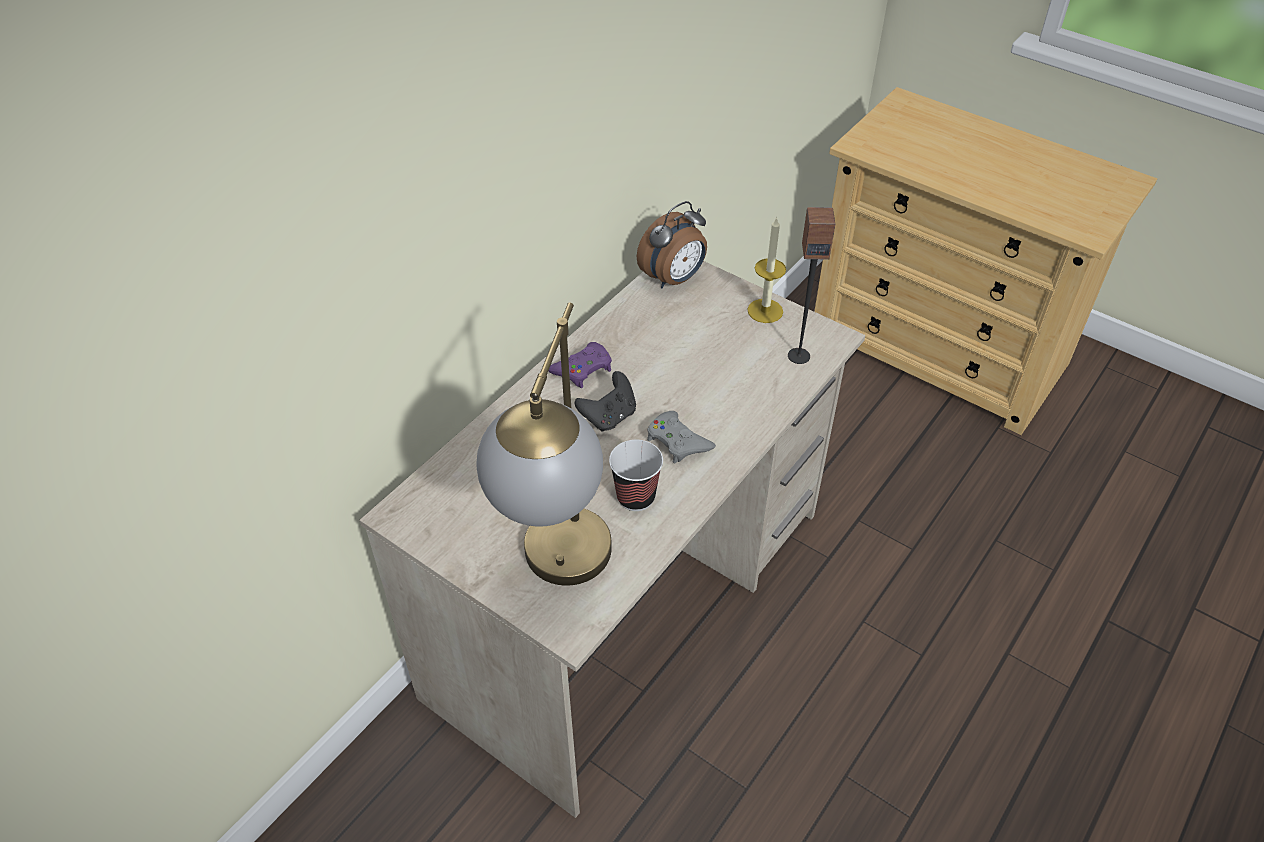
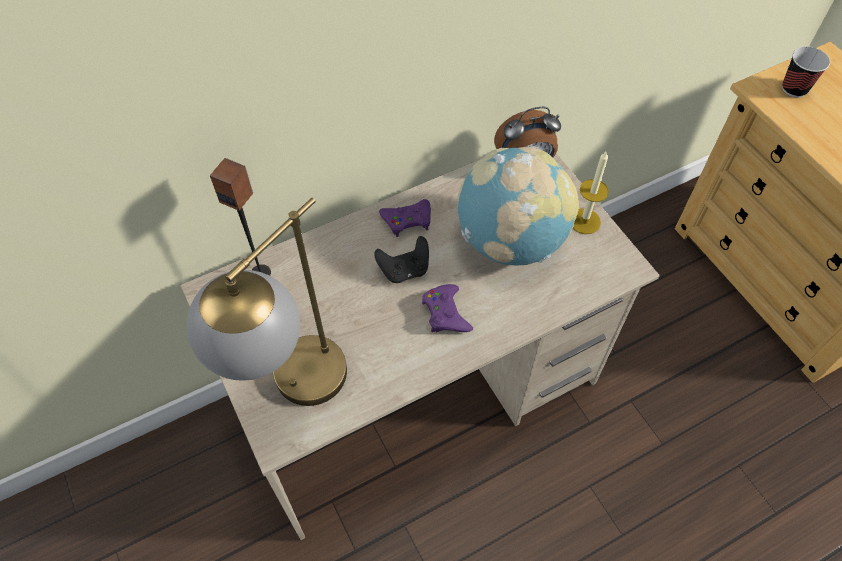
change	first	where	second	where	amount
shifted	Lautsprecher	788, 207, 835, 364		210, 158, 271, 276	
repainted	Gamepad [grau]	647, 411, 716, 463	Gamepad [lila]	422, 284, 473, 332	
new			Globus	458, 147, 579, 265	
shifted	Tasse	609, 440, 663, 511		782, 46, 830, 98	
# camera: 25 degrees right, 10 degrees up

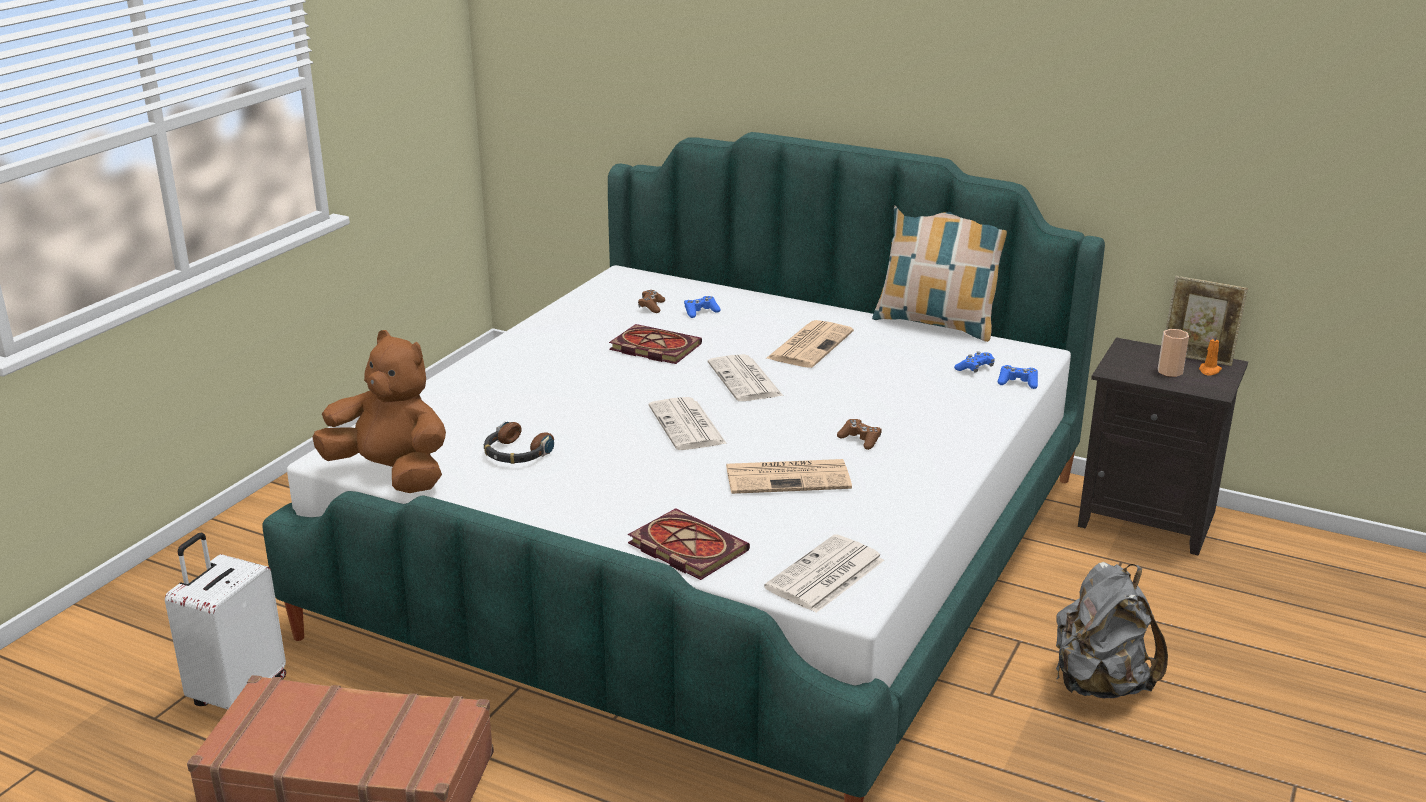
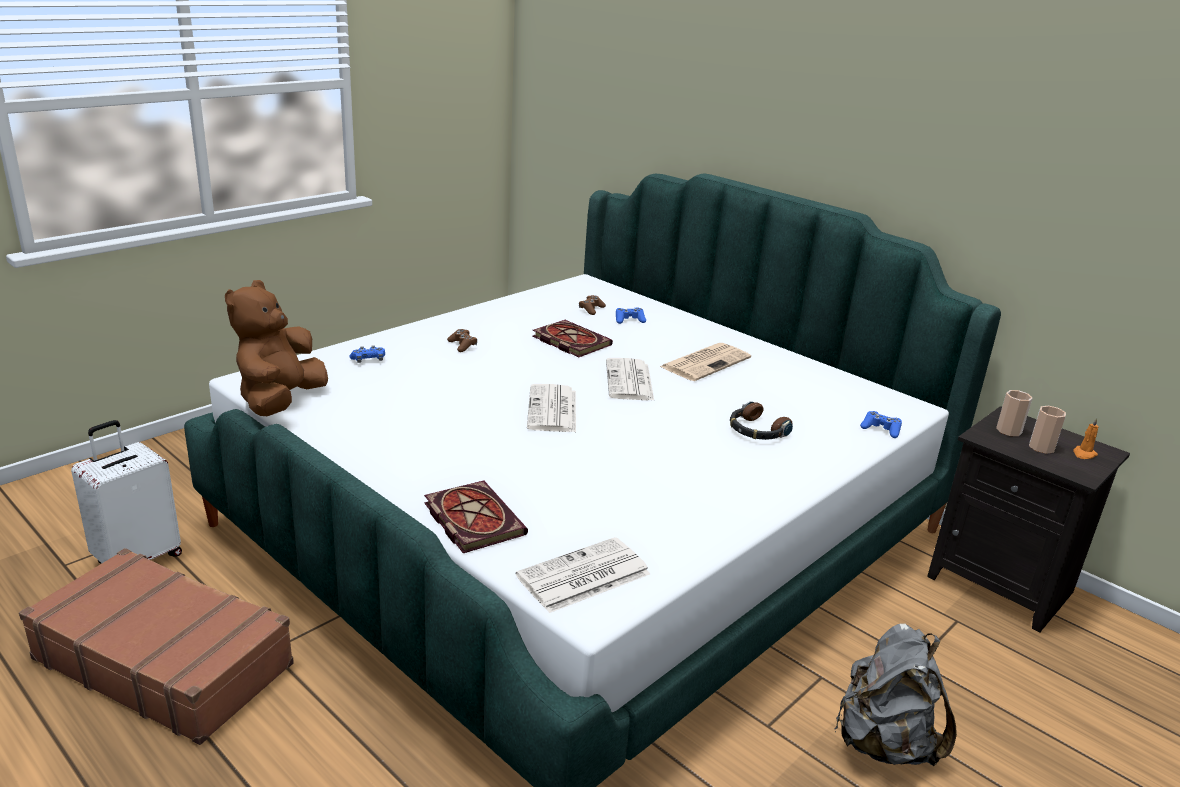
change	first	where	second	where	amount
rotated	Plüschtier [braun]	312, 330, 446, 493		225, 280, 328, 416	120 degrees counterclockwise
shifted	Gamepad [blau]	954, 351, 995, 372		349, 345, 385, 363	
shifted	Gamepad [braun]	837, 419, 882, 450		447, 329, 477, 352	
shifted	Kopfhörer	484, 422, 554, 464		730, 401, 793, 440	
new			Tasse	996, 390, 1033, 436	
gone	Zeitung	726, 459, 852, 494			
gone	Kissen	872, 206, 1007, 342			
gone	Bilderrahmen	1165, 276, 1248, 366			
# camera: 15 degrees right, 0 degrees up

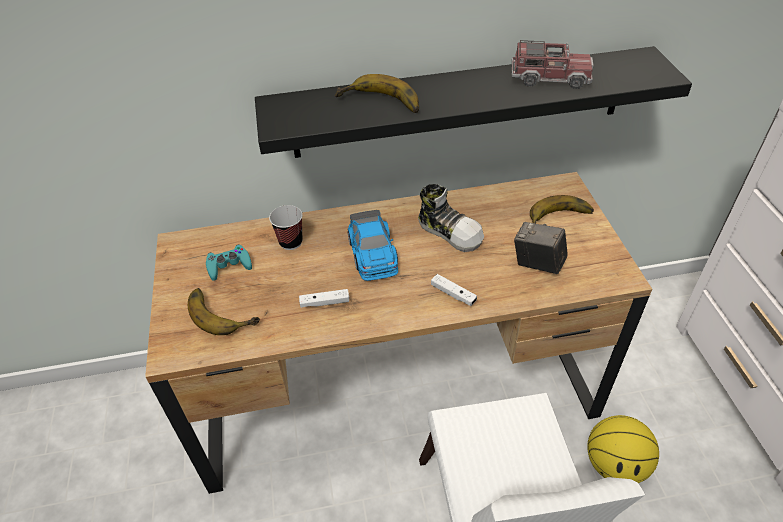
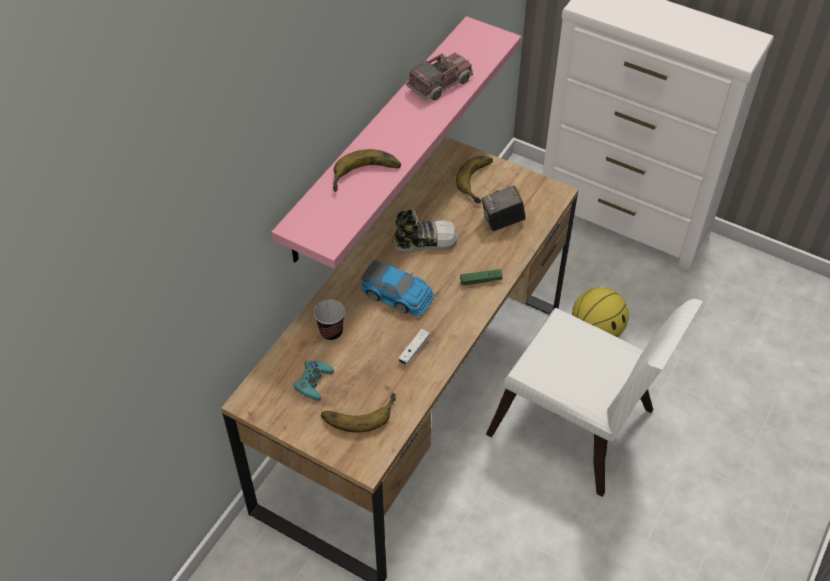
change	first	where	second	where	amount
repainted	Wandregal [schwarz]	255, 46, 692, 158	Wandregal [rosa]	271, 16, 521, 269	
repainted	Gamepad [weiß]	431, 274, 477, 306	Gamepad [grün]	460, 269, 503, 285	
# camera: 50 degrees left, 5 degrees up

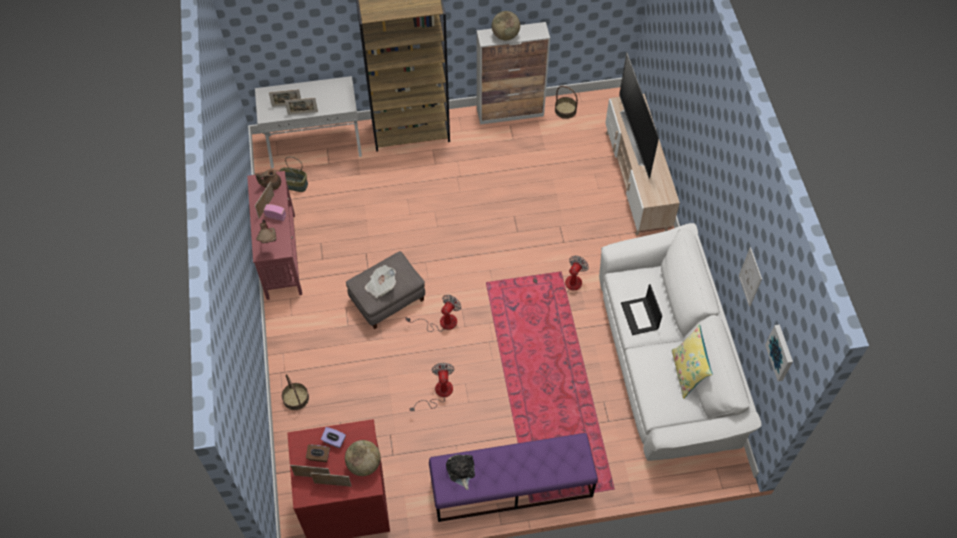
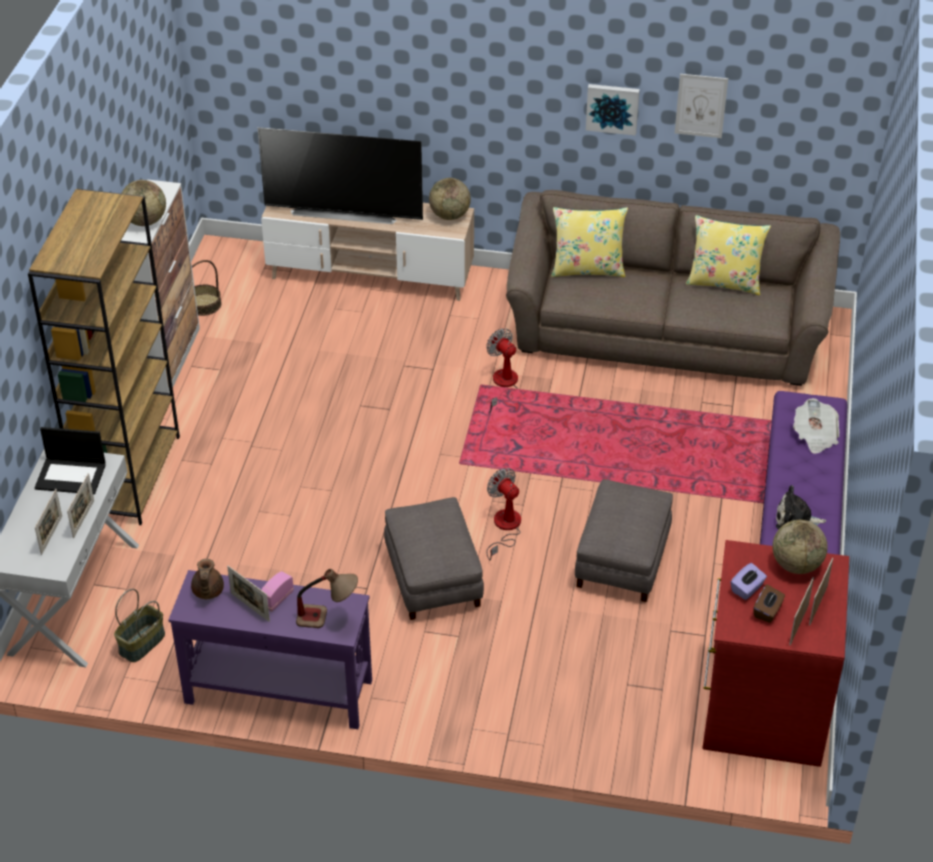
change	first	where	second	where	amount
shifted	Laptop	621, 284, 662, 335		34, 427, 106, 494	
repainted	Konsolentisch [rot]	247, 171, 302, 300	Konsolentisch [lila]	168, 570, 372, 729	
new			Globus	429, 178, 471, 220	
repainted	Sofa [weiß]	599, 223, 762, 461	Sofa [braun]	506, 190, 840, 386	
new			Kissen [gelb]	551, 207, 628, 277	
swapped	Ventilator	409, 363, 455, 411	Polsterhocker [grau]	575, 479, 673, 602	
shifted	Bild	765, 325, 793, 381		586, 84, 640, 136	
shifted	Zeitung	365, 265, 396, 298		793, 398, 839, 454	
gone	Korb	282, 374, 309, 410			
# camera: 70 degrees left, 15 degrees down

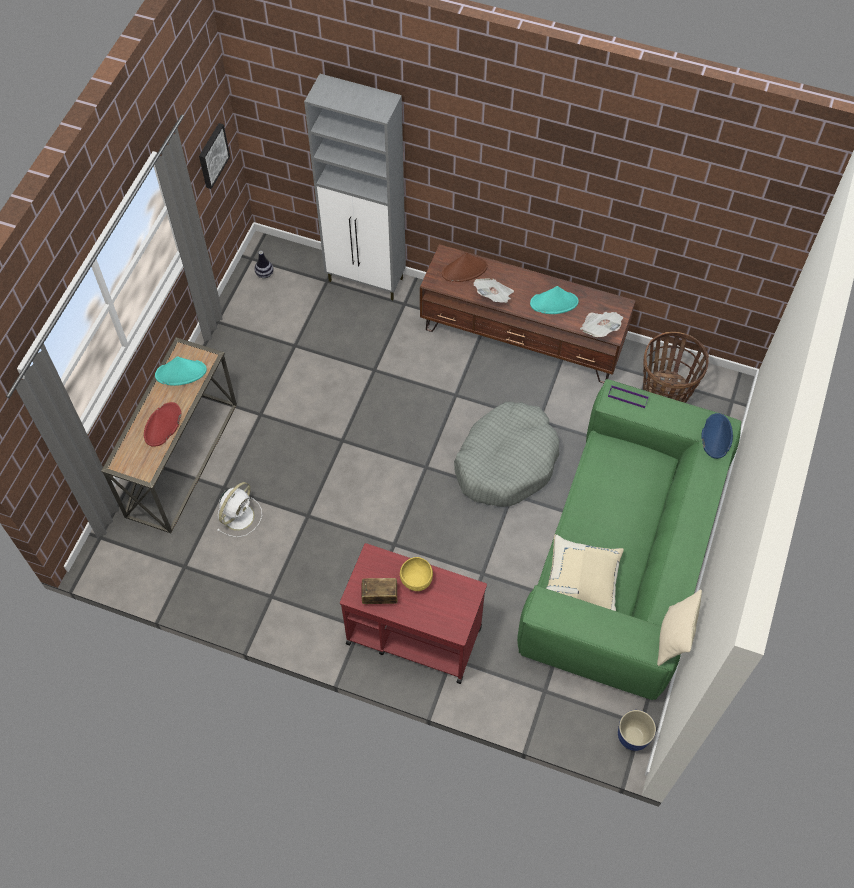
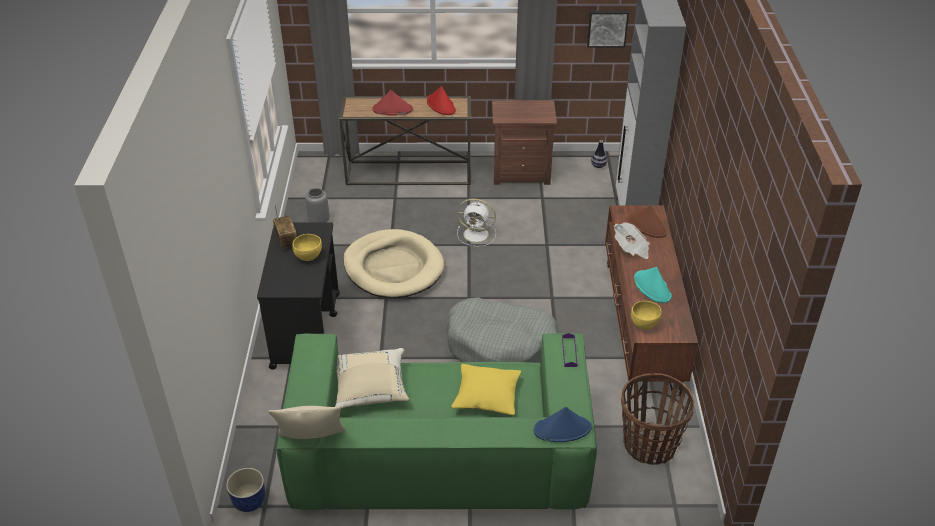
change	first	where	second	where	amount
repainted	Rollwagen [rot]	340, 543, 487, 684	Rollwagen [schwarz]	257, 223, 340, 369	
new			Vase [grau]	305, 188, 329, 223	
new			Hundebett [beige]	343, 229, 444, 298	
repainted	Hut [türkis]	155, 356, 207, 386	Hut [rot]	427, 86, 456, 115	
new			Kissen [gelb]	451, 364, 521, 415	
shifted	Ventilator [weiß]	217, 482, 262, 537		457, 198, 496, 247	
new			Nachttisch [braun]	492, 100, 557, 185	
swapped	Zeitung	580, 312, 623, 337	Schüssel [gelb]	631, 301, 662, 330	
# camera: 70 degrees right, 20 degrees down

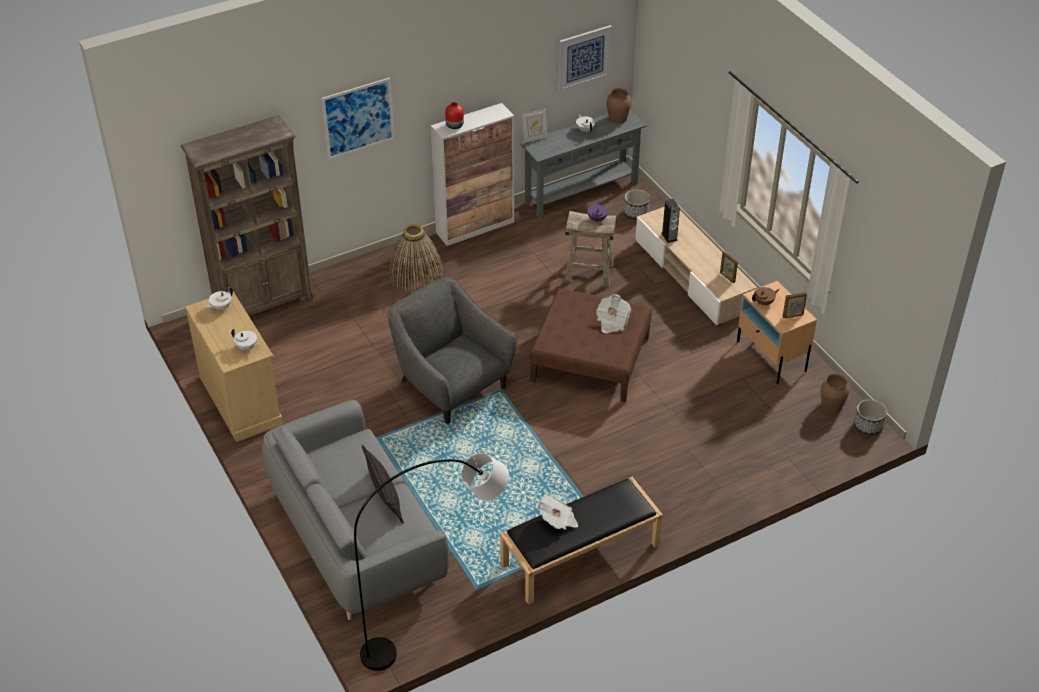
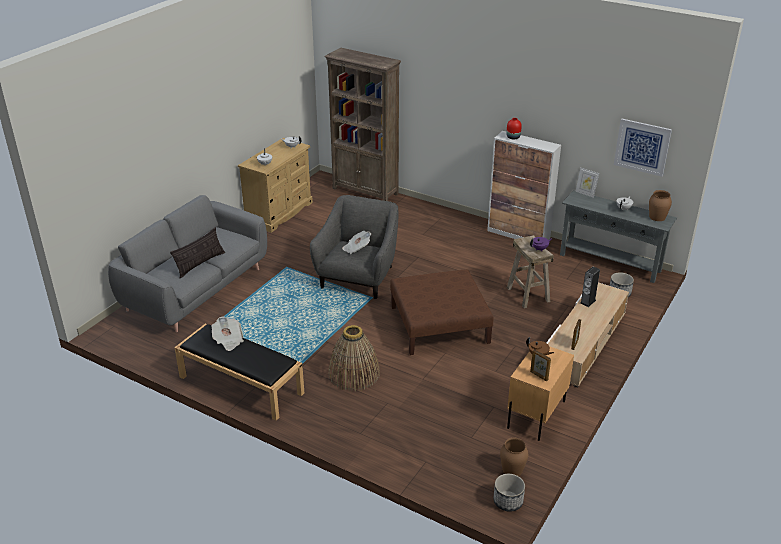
change	first	where	second	where	amount
shifted	Korb	389, 224, 443, 292		328, 325, 380, 391	
shifted	Zeitung	596, 294, 631, 333		342, 231, 371, 254	
gone	Bild	321, 77, 395, 160			
gone	Stehlampe [grau]	354, 453, 509, 671			
# camera: 60 degrees right, 10 degrees down

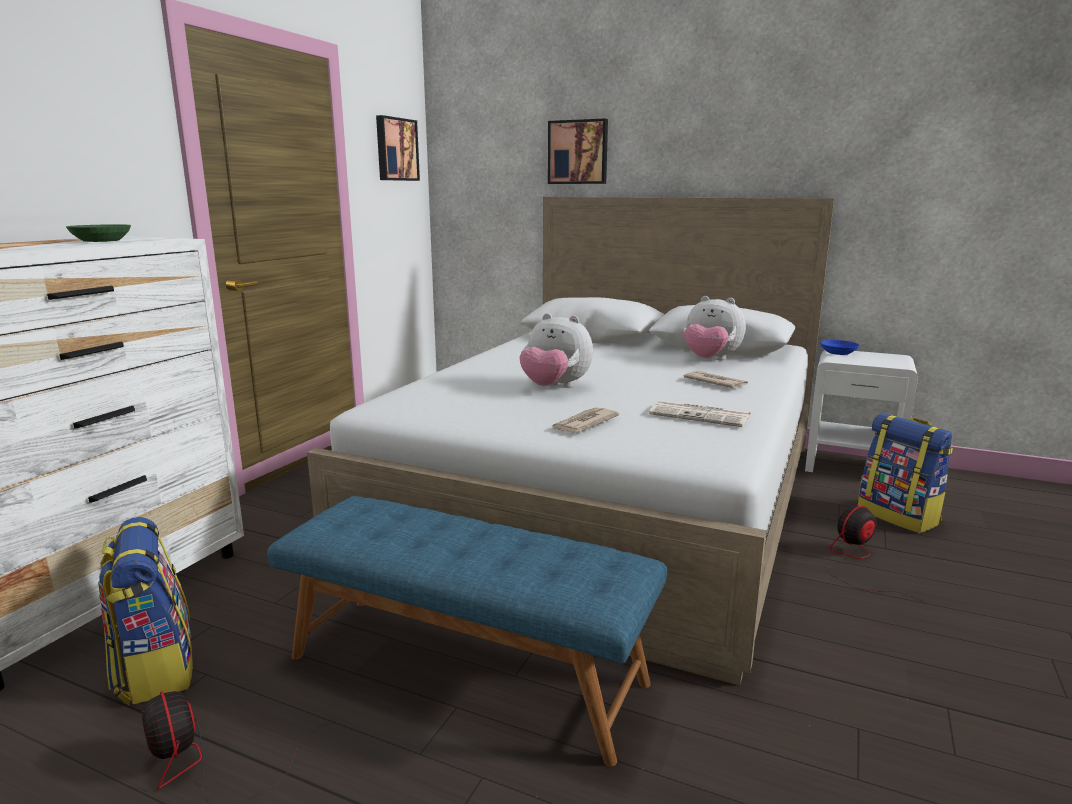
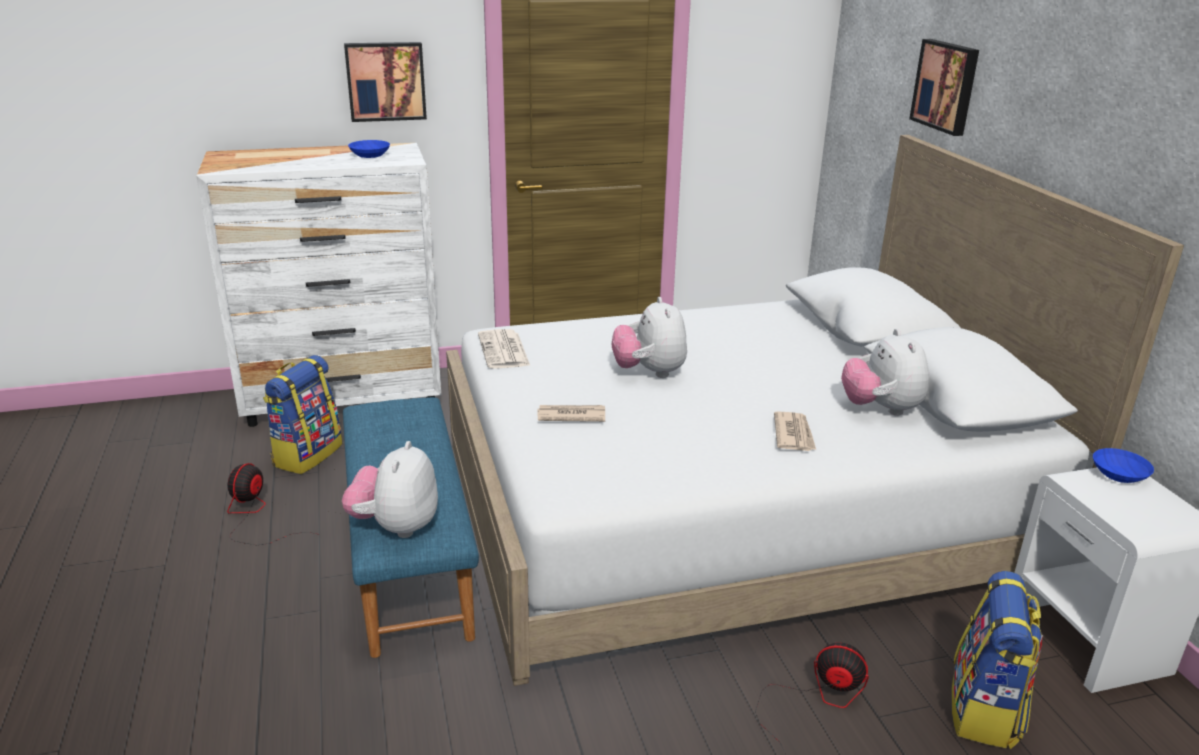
change	first	where	second	where	amount
new			Plüschtier	342, 441, 438, 538	
shifted	Bild	376, 115, 420, 181		344, 42, 427, 122	
repainted	Schüssel [grün]	66, 224, 131, 242	Schüssel [blau]	348, 140, 390, 158	
shifted	Zeitung	649, 400, 750, 427		478, 329, 530, 369	
# camera: 50 degrees right, 10 degrees up

